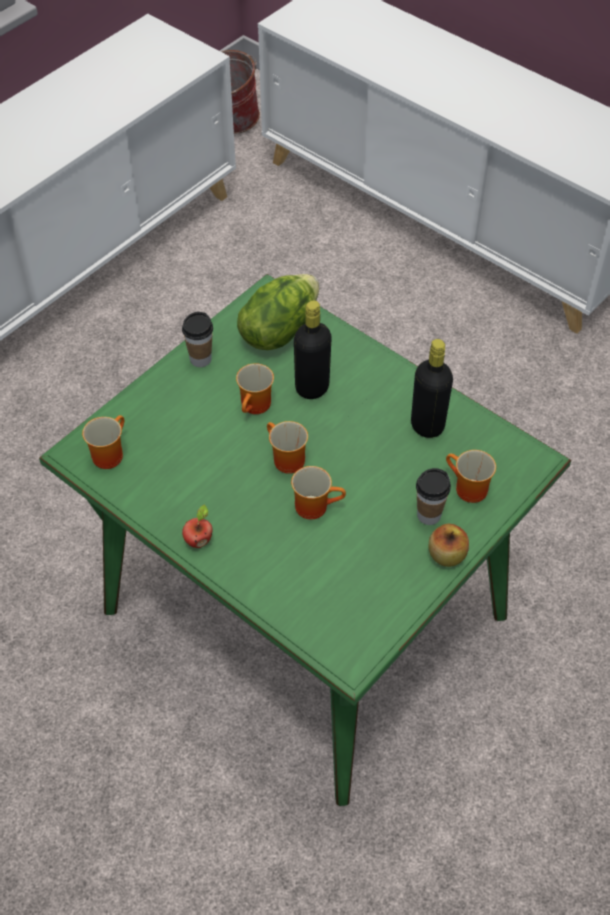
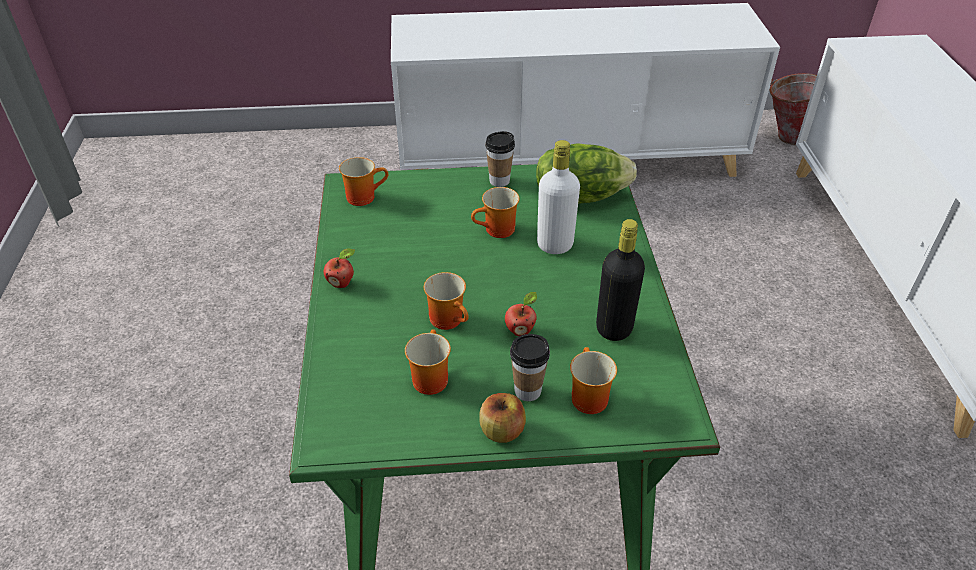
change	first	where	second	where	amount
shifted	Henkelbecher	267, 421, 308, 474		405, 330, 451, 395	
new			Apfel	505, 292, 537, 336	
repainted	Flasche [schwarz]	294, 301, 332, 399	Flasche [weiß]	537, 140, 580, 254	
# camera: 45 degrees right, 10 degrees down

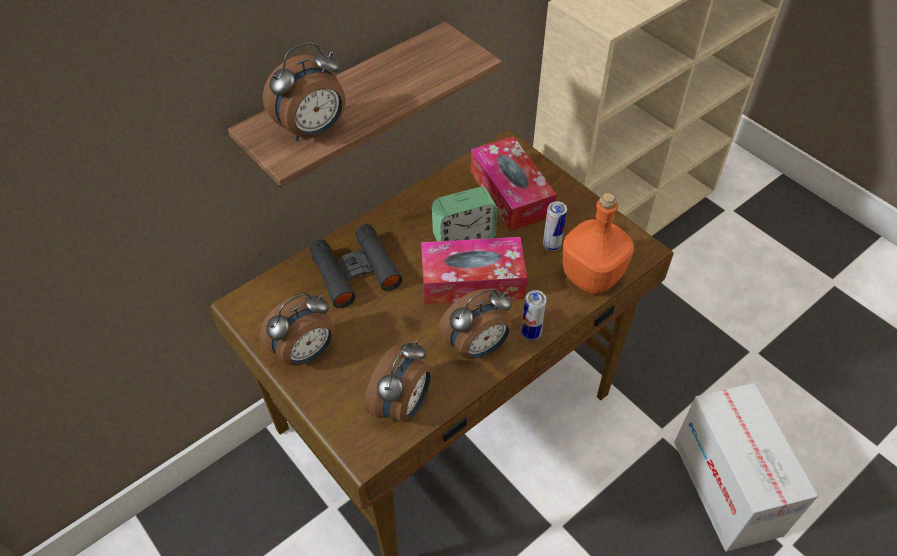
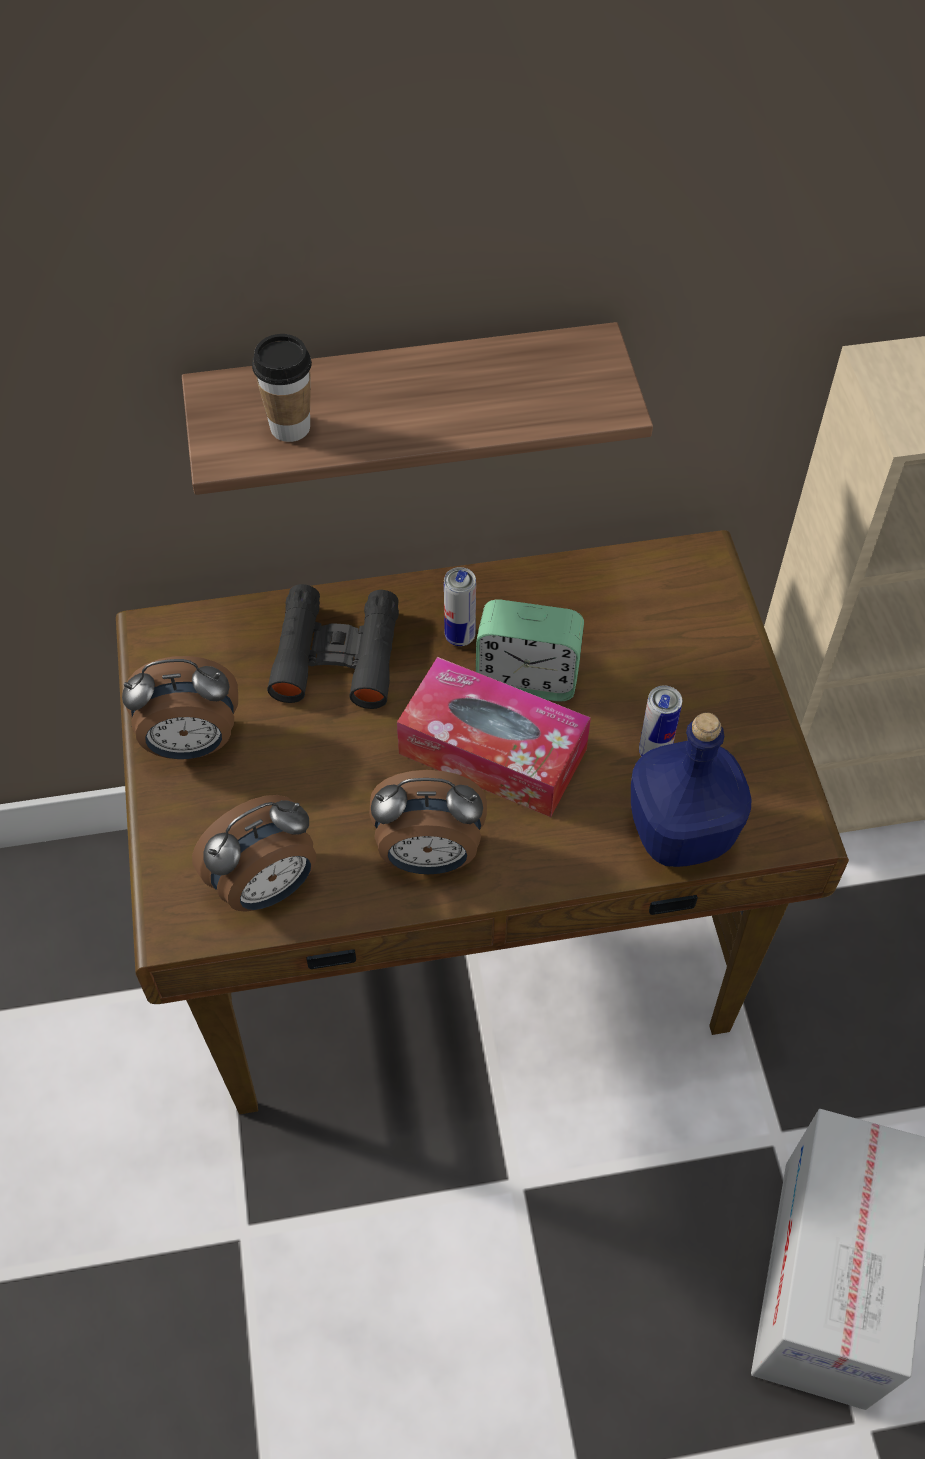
change	first	where	second	where	amount
swapped	Wecker	263, 42, 345, 141	Tasse	252, 334, 312, 442	
shifted	Dose	521, 290, 547, 341		444, 567, 476, 646	
repainted	Flasche [orange]	563, 193, 634, 294	Flasche [blau]	631, 713, 752, 867	
gone	Taschentuchbox	471, 136, 557, 232			
# camera: 30 degrees right, 5 degrees up

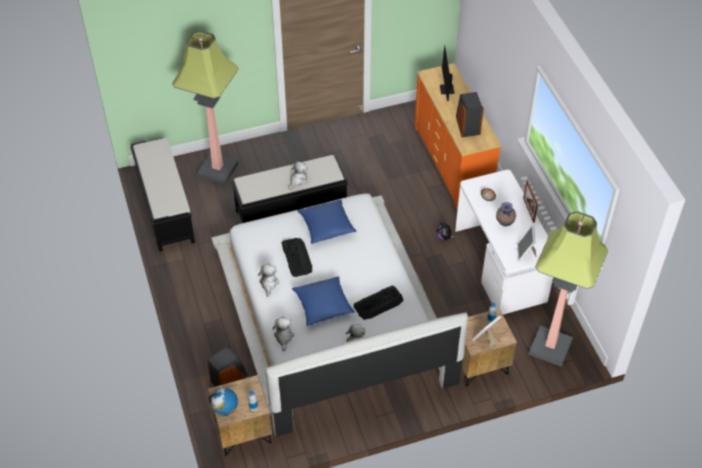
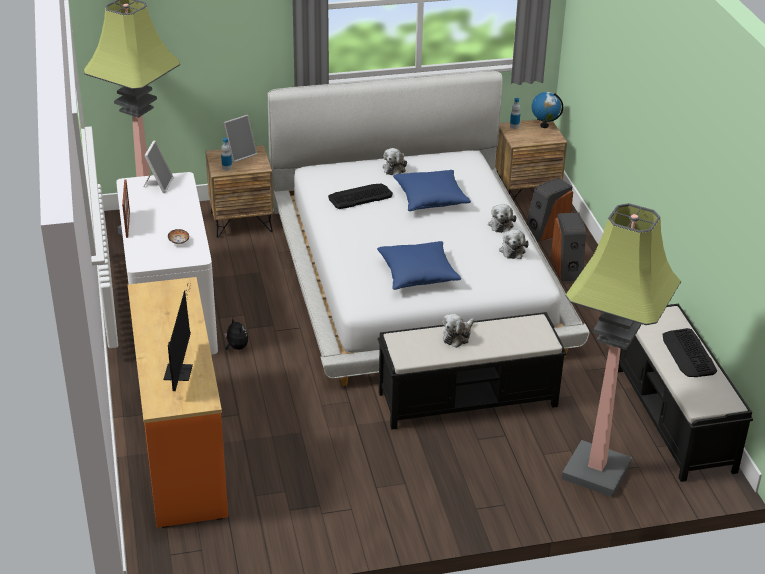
change	first	where	second	where	amount
shifted	Plüschtier	272, 317, 294, 351		499, 229, 529, 259	
shifted	Lautsprecher	456, 92, 484, 137		551, 213, 586, 282	
shifted	Tastatur	282, 238, 312, 277		663, 328, 717, 377	
gone	Vase	496, 202, 516, 226			
# camera: 175 degrees left, 15 degrees down

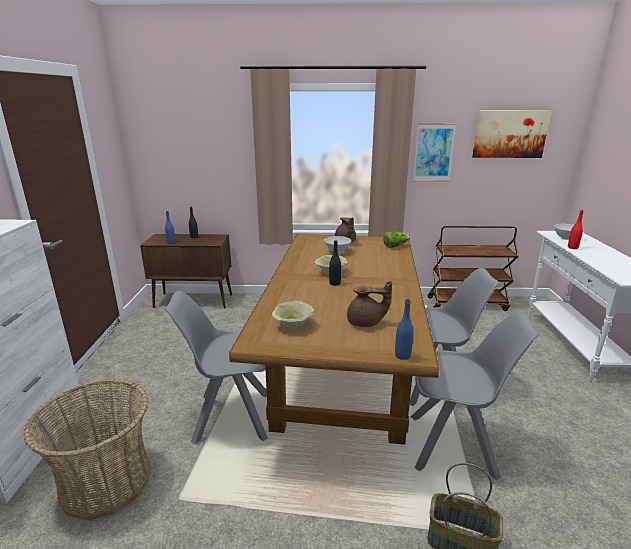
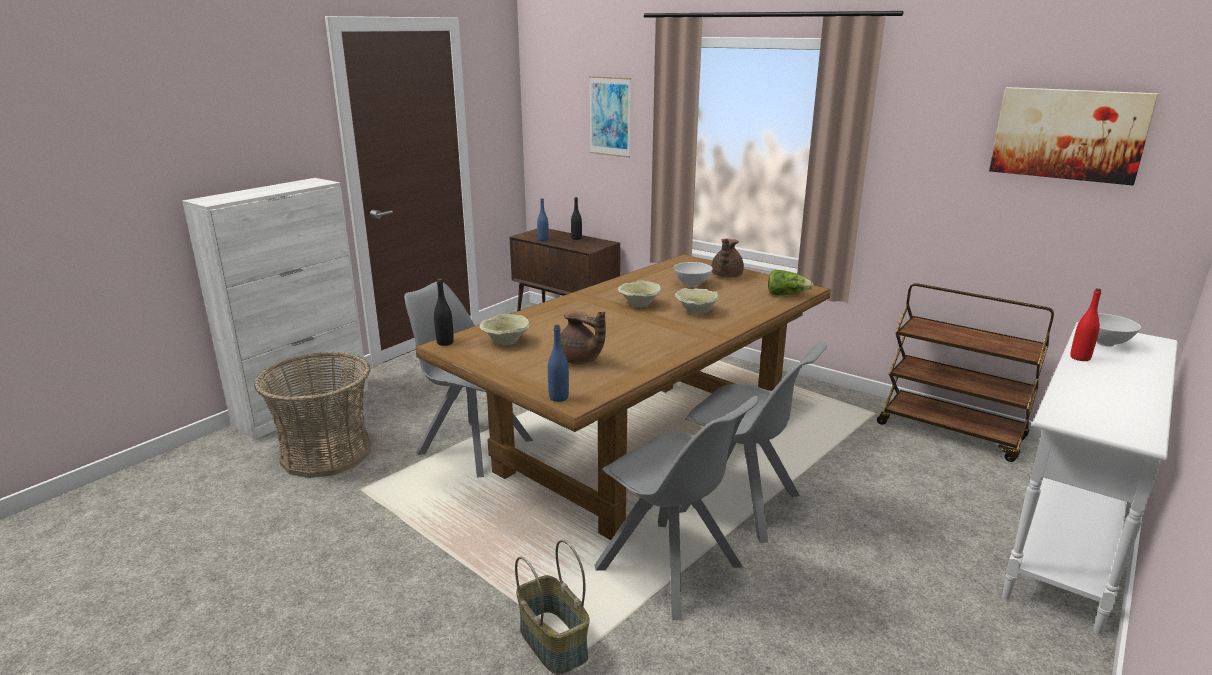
change	first	where	second	where	amount
shifted	Flasche [schwarz]	329, 240, 341, 285		434, 279, 454, 346	
shifted	Bild	413, 124, 456, 182		589, 76, 631, 158	
new			Schüssel [beige]	675, 288, 719, 314	
# camera: 35 degrees right, 0 degrees up

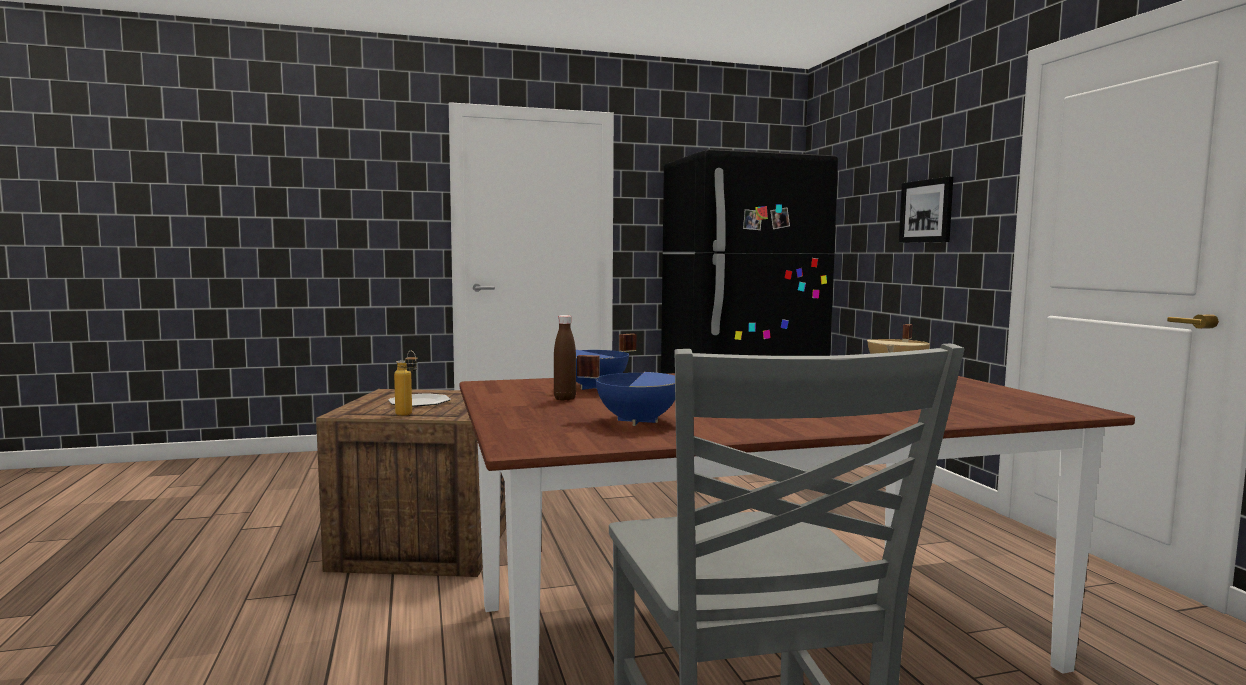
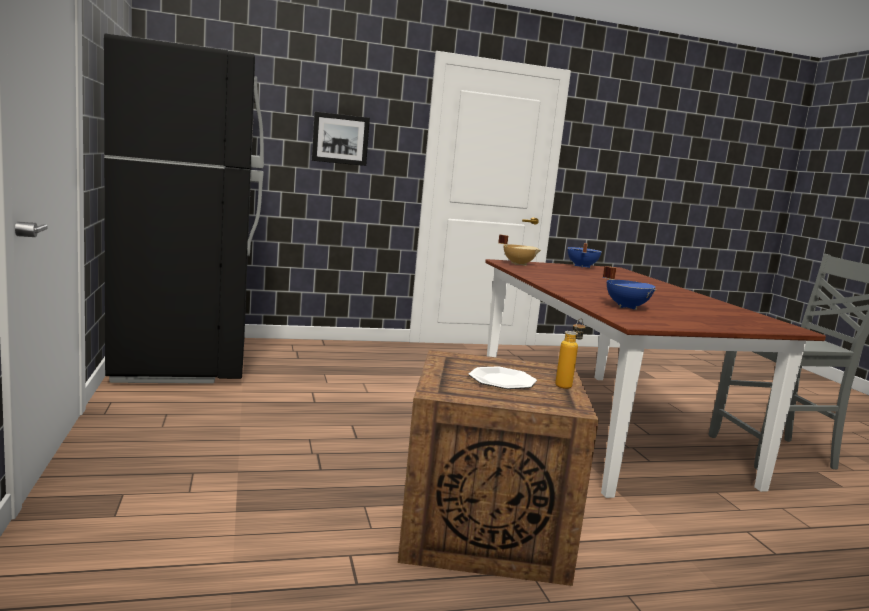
change	first	where	second	where	amount
shifted	Kochtopf [blau]	577, 355, 675, 426		568, 243, 601, 268	
gone	Flasche [braun]	554, 315, 576, 401			
# camera: 90 degrees left, 5 degrees up

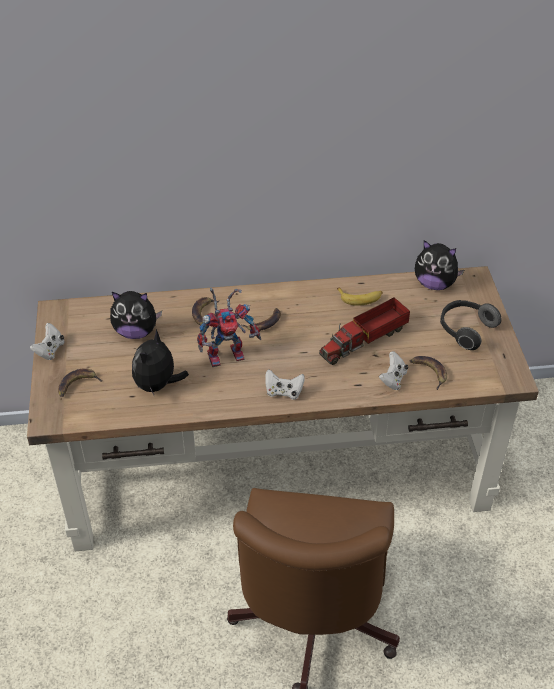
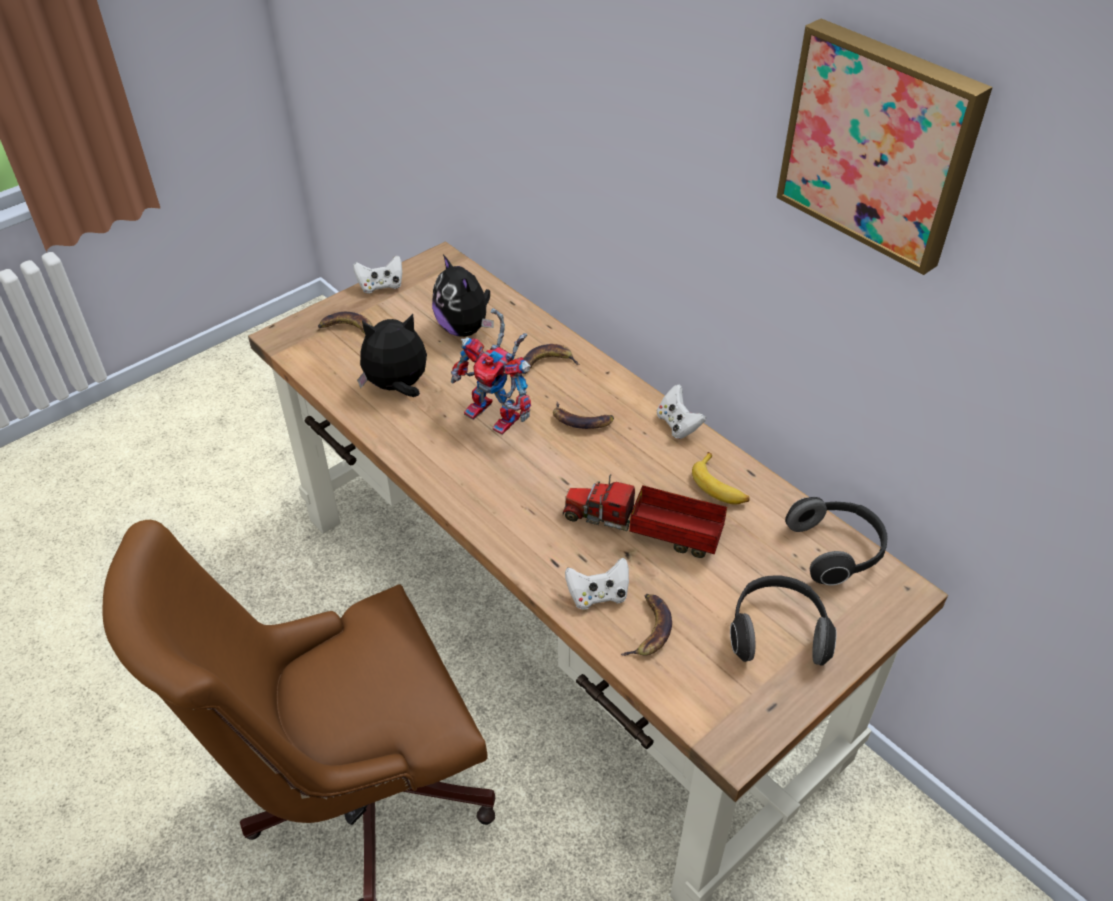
change	first	where	second	where	amount
shifted	Gamepad [weiß]	265, 369, 305, 400		657, 384, 706, 439	
new			Bild	776, 19, 992, 275	
swapped	Plüschtier	415, 240, 464, 290	Kopfhörer	785, 497, 888, 585	
# camera: 55 degrees right, 0 degrees up

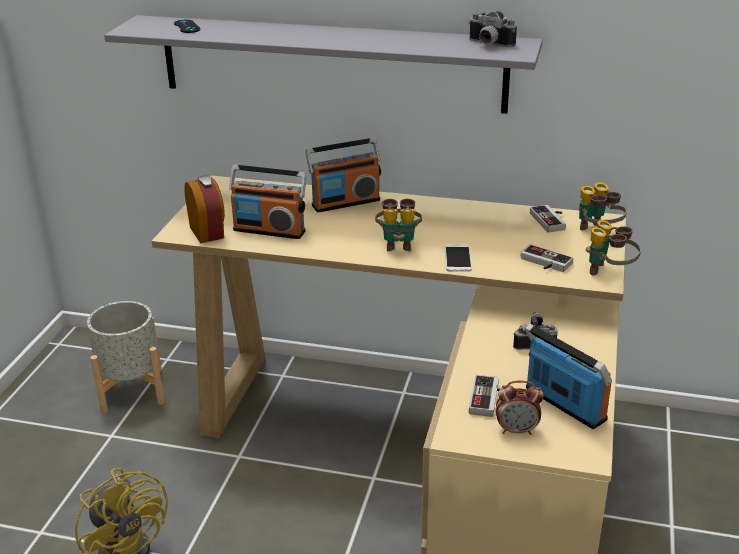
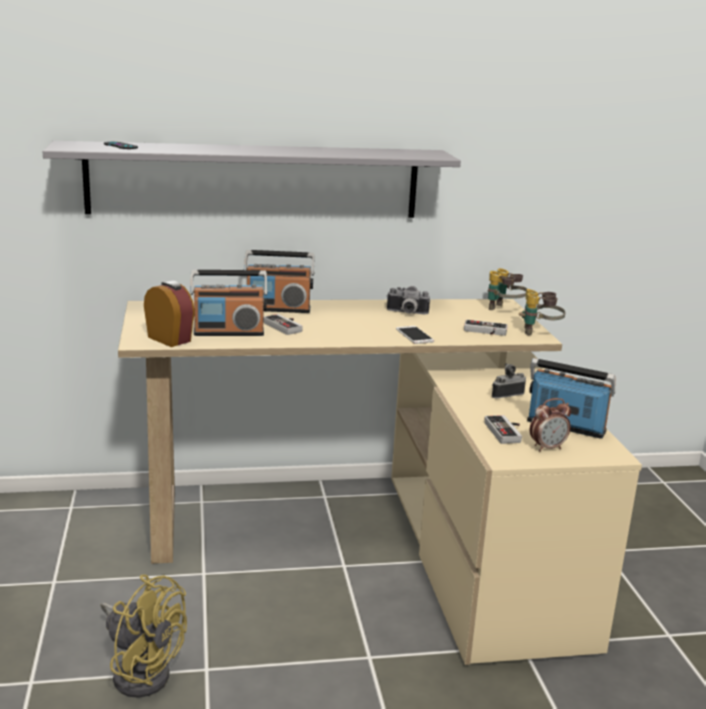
change	first	where	second	where	amount
rotated	Radio	305, 138, 381, 212		244, 250, 315, 313	45 degrees clockwise
shifted	Gamepad	530, 205, 566, 232		263, 314, 303, 335	
shifted	Kamera	468, 11, 517, 48		386, 286, 430, 314	
gone	Pflanzkübel [grau]	87, 301, 165, 414			
gone	Fernglas	375, 199, 422, 251			
# camera: 25 degrees left, 10 degrees down

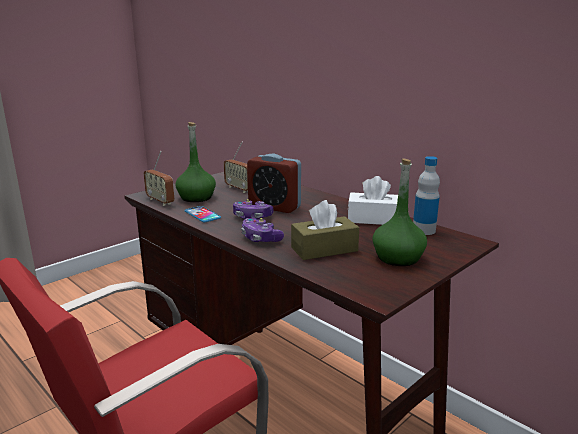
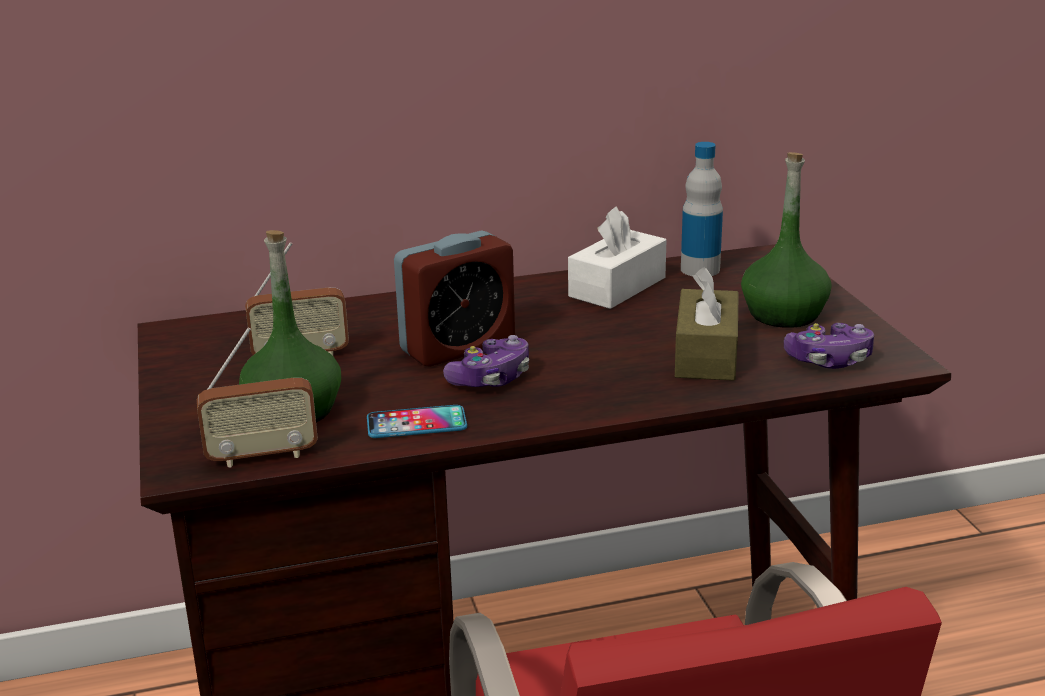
change	first	where	second	where	amount
shifted	Gamepad	241, 218, 284, 242		784, 323, 874, 369	
# camera: 60 degrees left, 5 degrees up

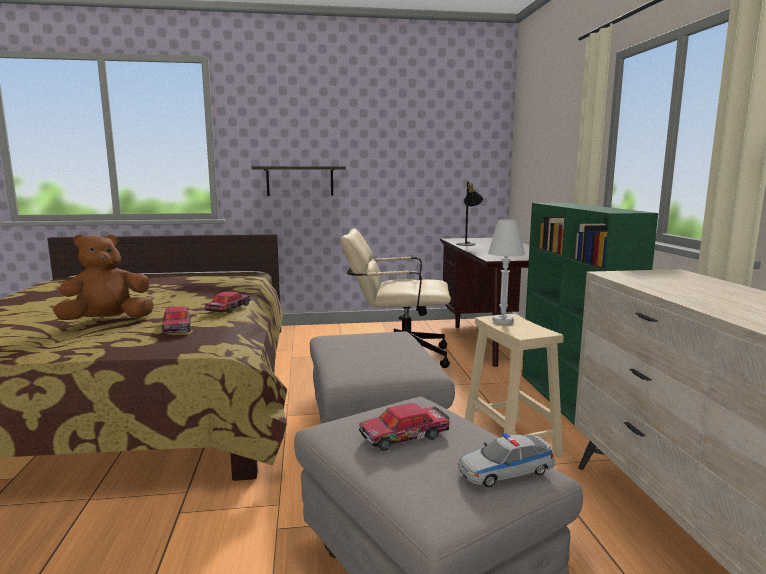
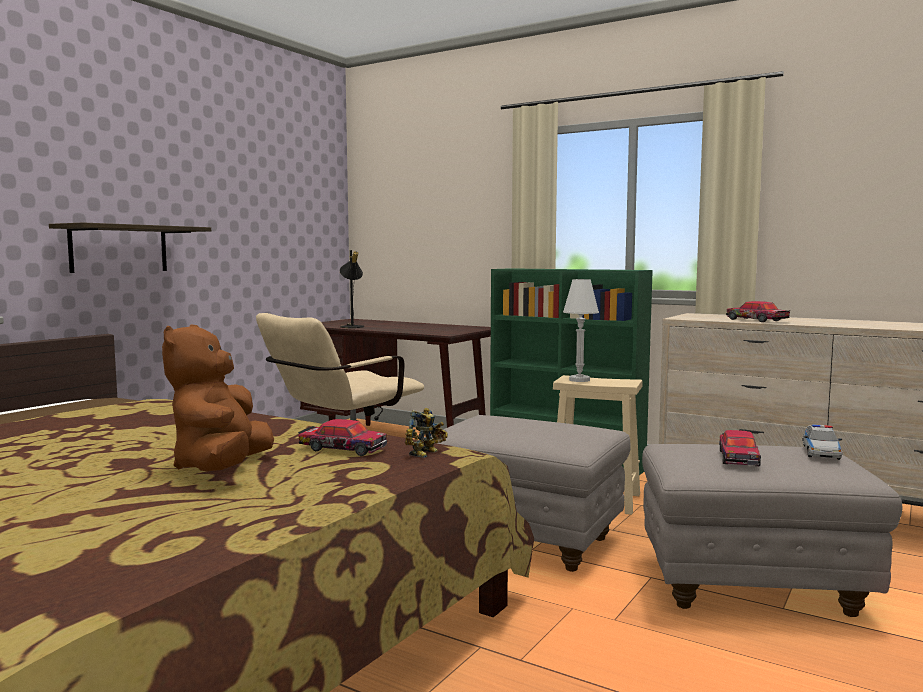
change	first	where	second	where	amount
new			Spielzeugroboter	405, 408, 448, 458	
shifted	Spielzeugauto	205, 291, 250, 313		726, 301, 790, 322	
# camera: 50 degrees left, 5 degrees down

